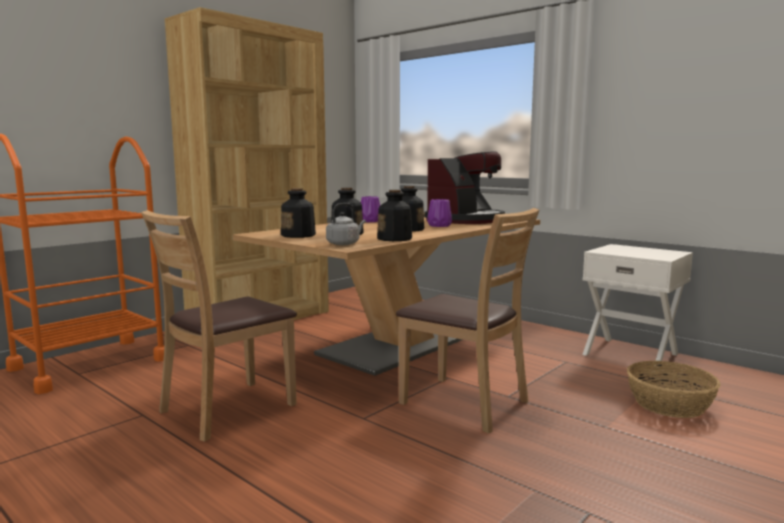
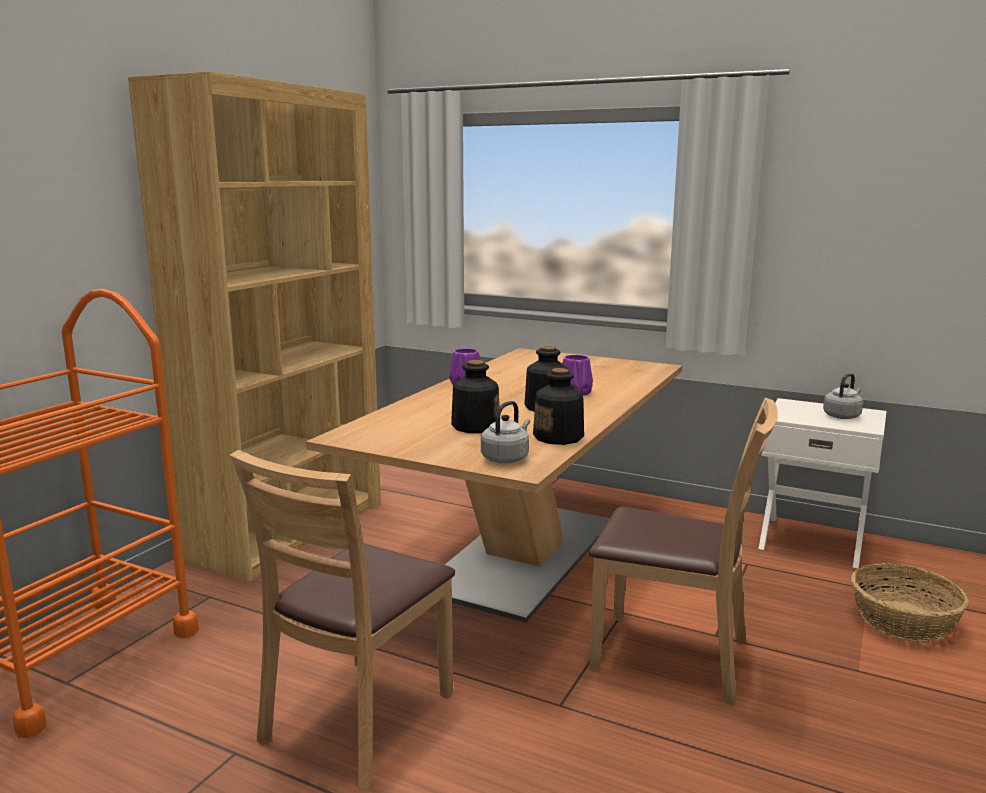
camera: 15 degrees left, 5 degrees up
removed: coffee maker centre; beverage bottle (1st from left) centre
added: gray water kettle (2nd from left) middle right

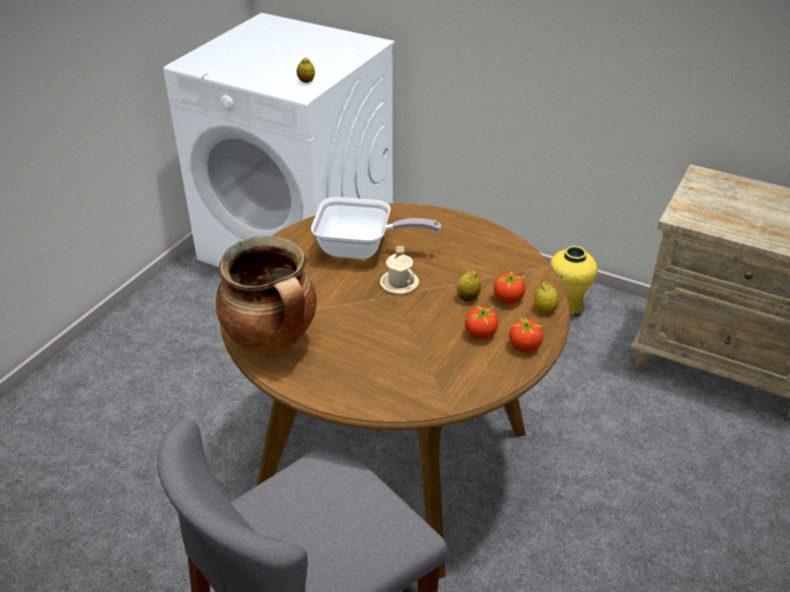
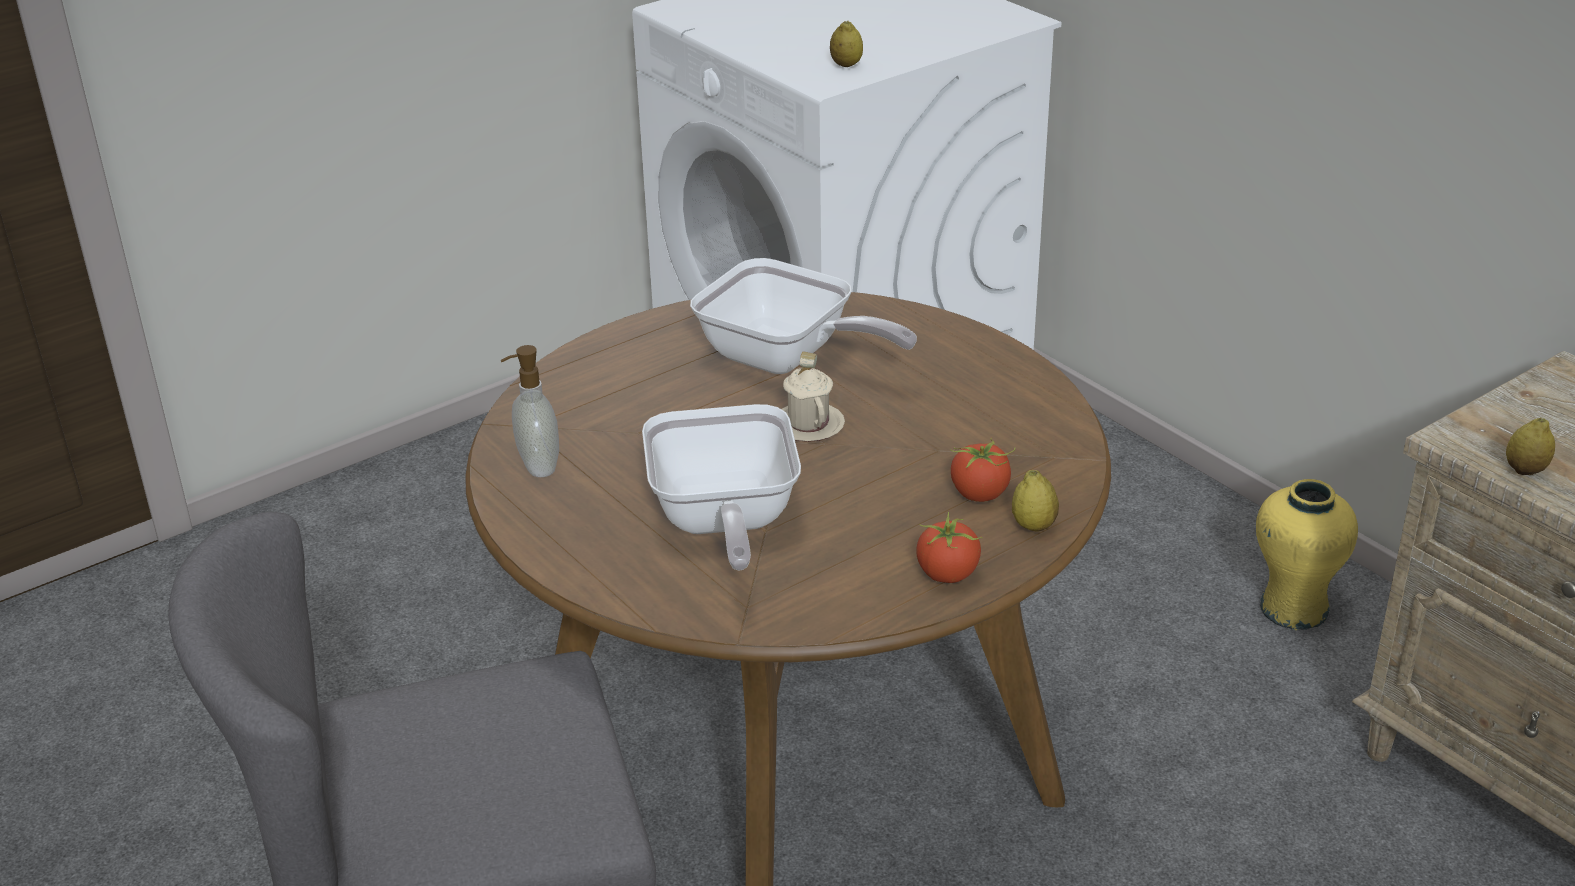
camera: 25 degrees right, 5 degrees down
removed: tomato (1st from left) centre
added: frying pan (1st from left) centre
moved: citrus fruit (2nd from left in the first image) centre to citrus fruit (3rd from left) middle right
replaced: cooking pot centre to soap bottle centre

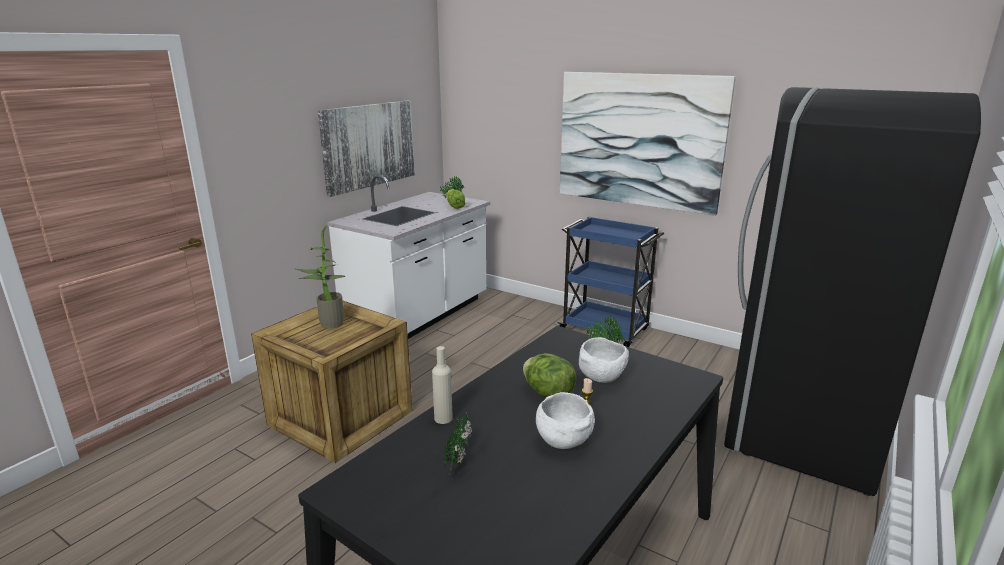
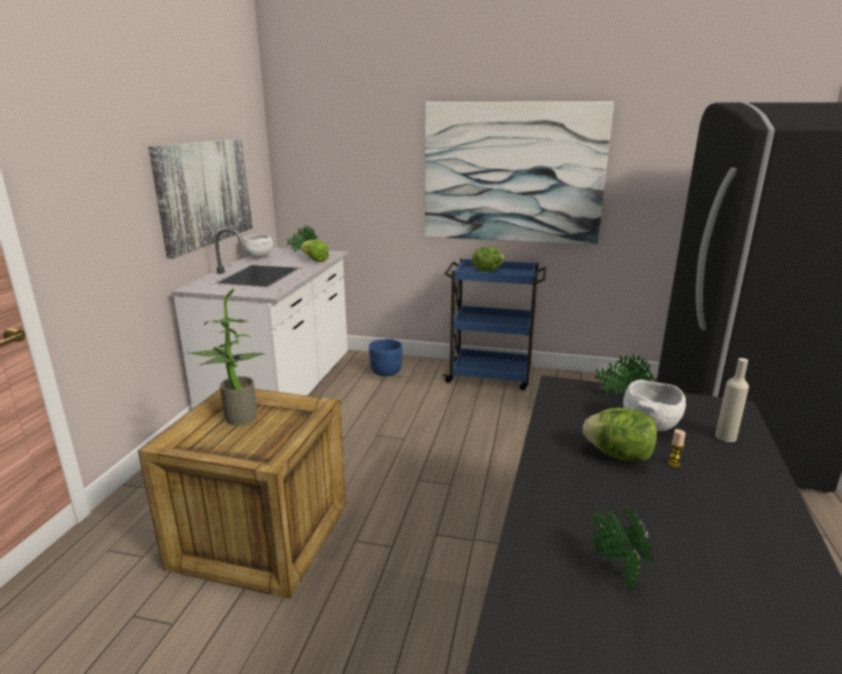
camera: 20 degrees left, 0 degrees up
added: lettuce head (2nd from left) centre; blue planter centre
moved: beige-coloured beverage bottle bottom centre to middle right; whitish deep dish (1st from left) bottom centre to middle left

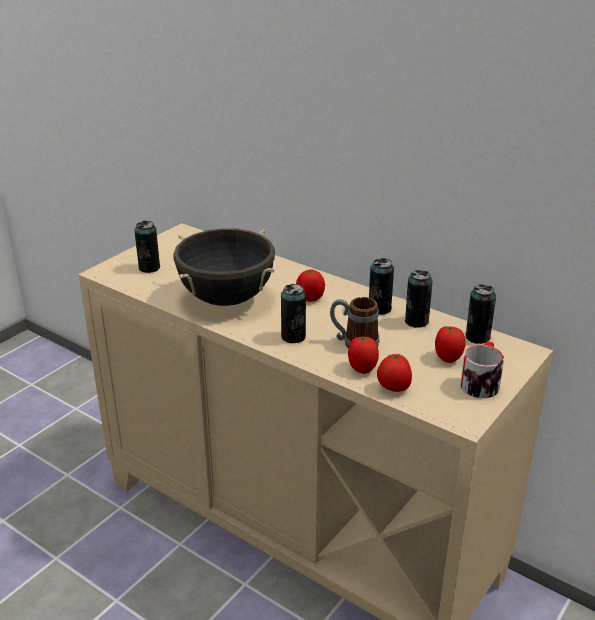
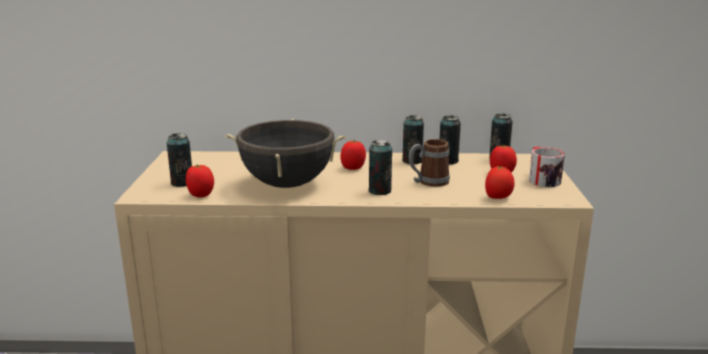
camera: 35 degrees left, 10 degrees down
moved: tomato (2nd from left in the first image) centre to tomato (1st from left) middle left

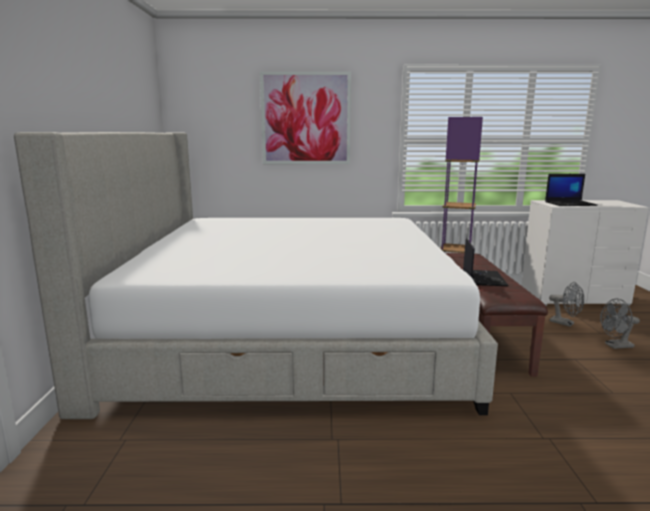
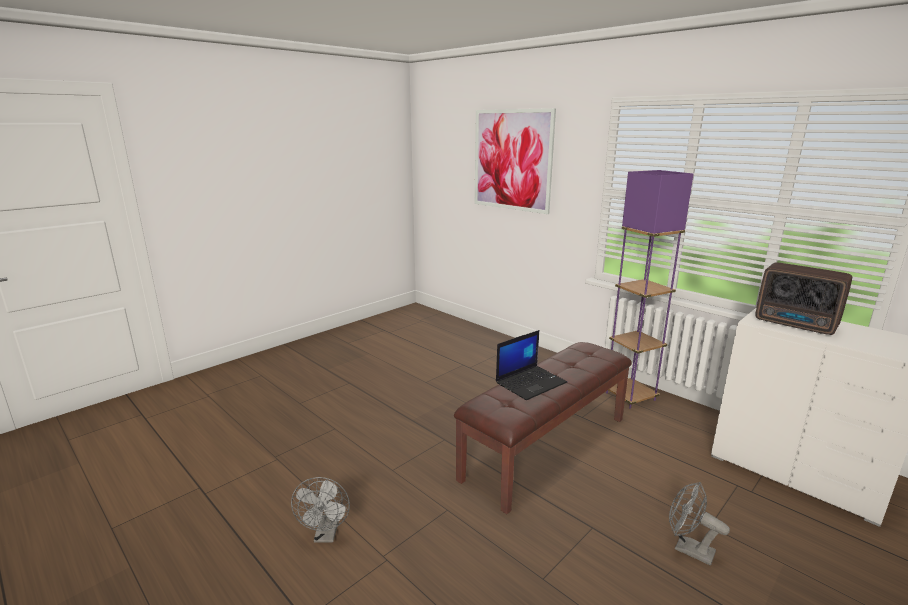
camera: 45 degrees right, 5 degrees up
removed: sleeping bed centre
moved: gray fan (1st from left) middle right to bottom centre
replaced: notebook computer (2nd from left) middle right to radio receiver middle right

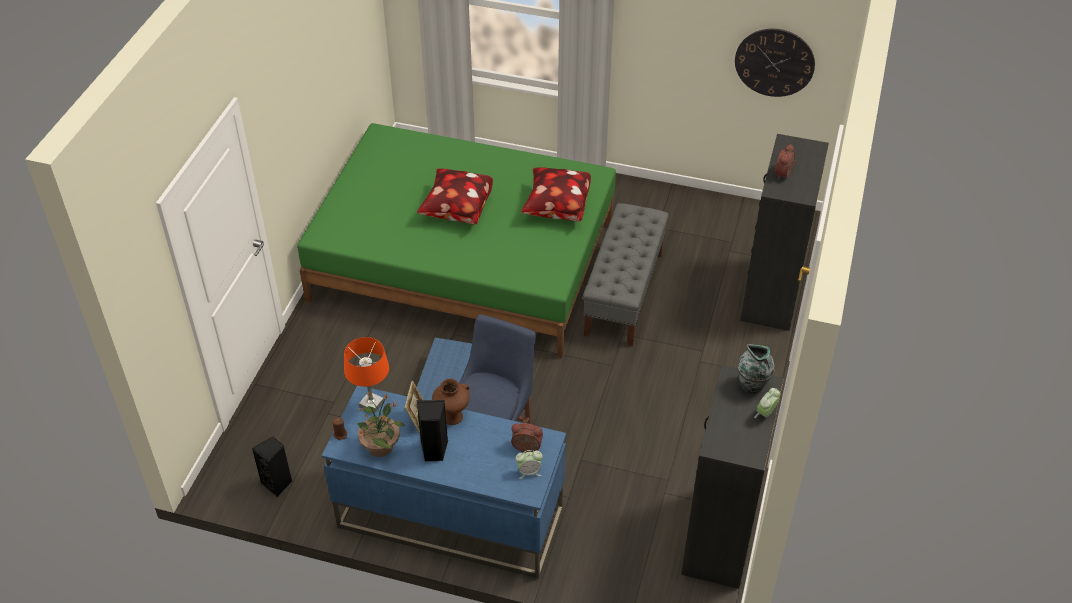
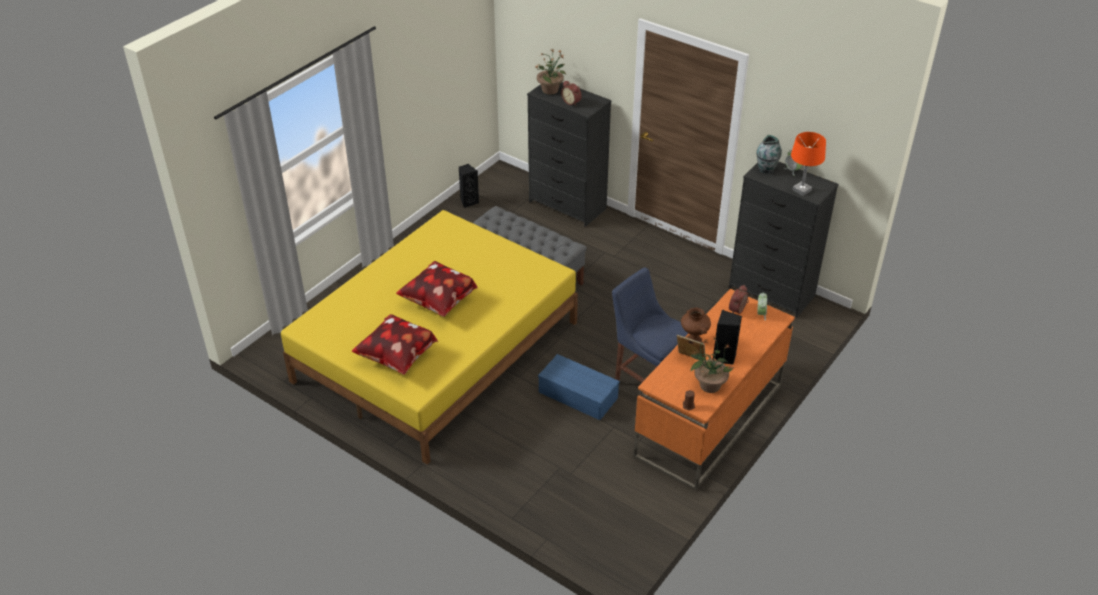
camera: 70 degrees left, 5 degrees down
removed: wall clock top right
added: potted plant (1st from left) top centre
moved: throw pillow (2nd from left in the first image) top centre to throw pillow (1st from left) centre; orangey tabletop lamp centre to top right; blackish loudspeaker (1st from left) bottom left to top centre
recoloured: green sleeping bed centre to yellowish sleeping bed centre; blue desk bottom centre to orangey desk centre

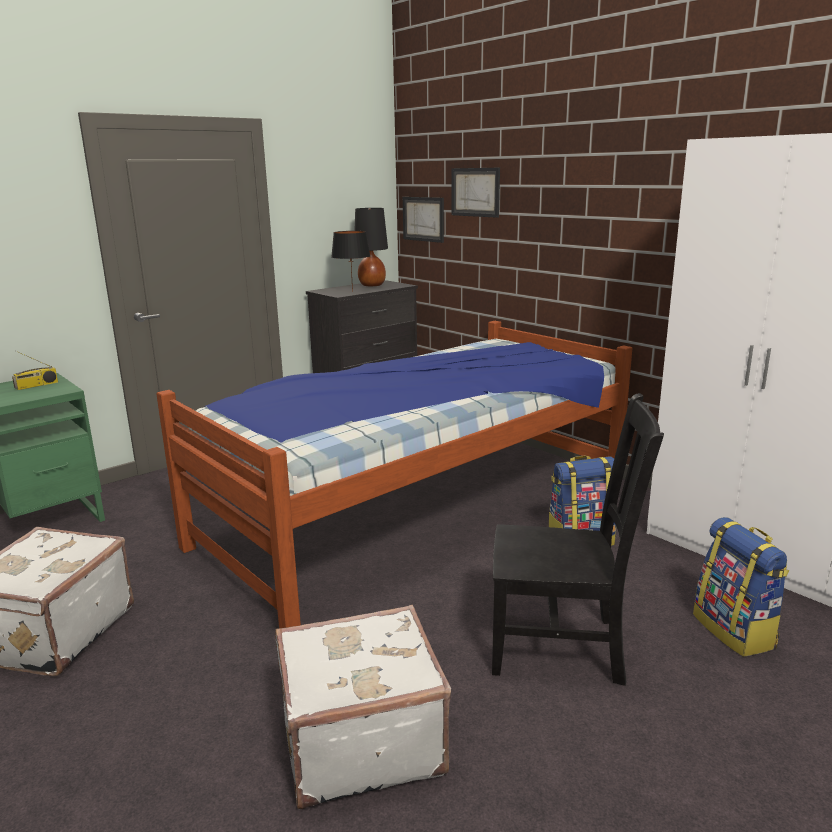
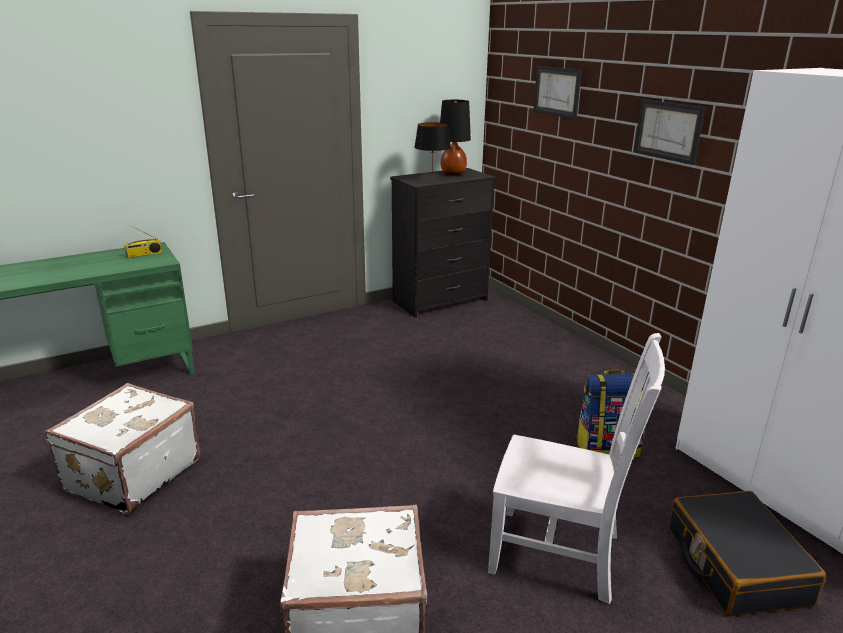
camera: 10 degrees right, 5 degrees up
removed: sleeping bed centre
moved: wall picture (1st from left in the first image) top centre to wall picture (2nd from left) top right
replaced: backpack (2nd from left) bottom right to blackish suitcase bottom right
recoloured: blackish upright chair middle right to whitish upright chair bottom right

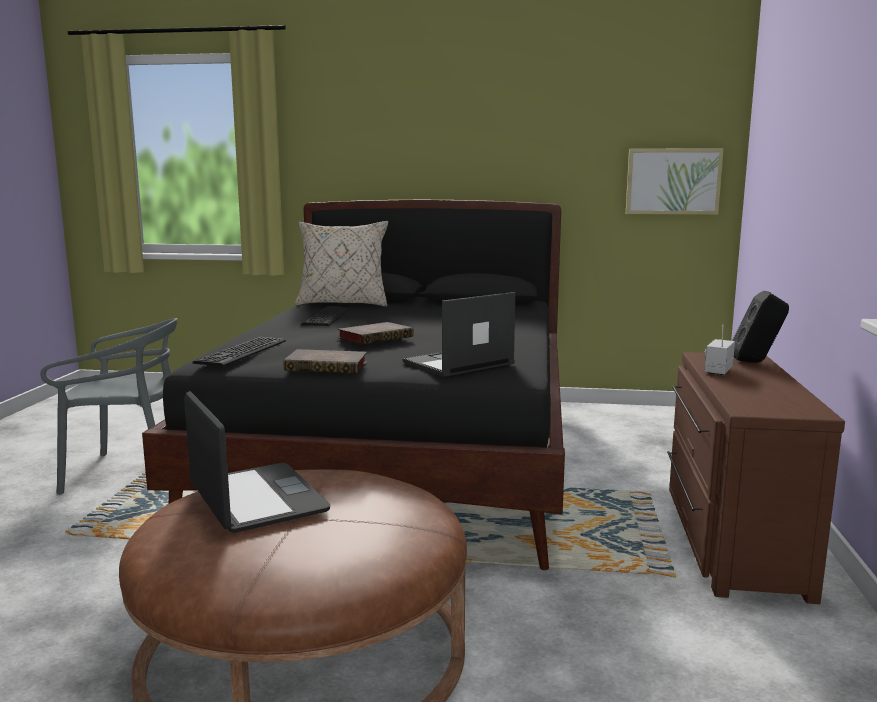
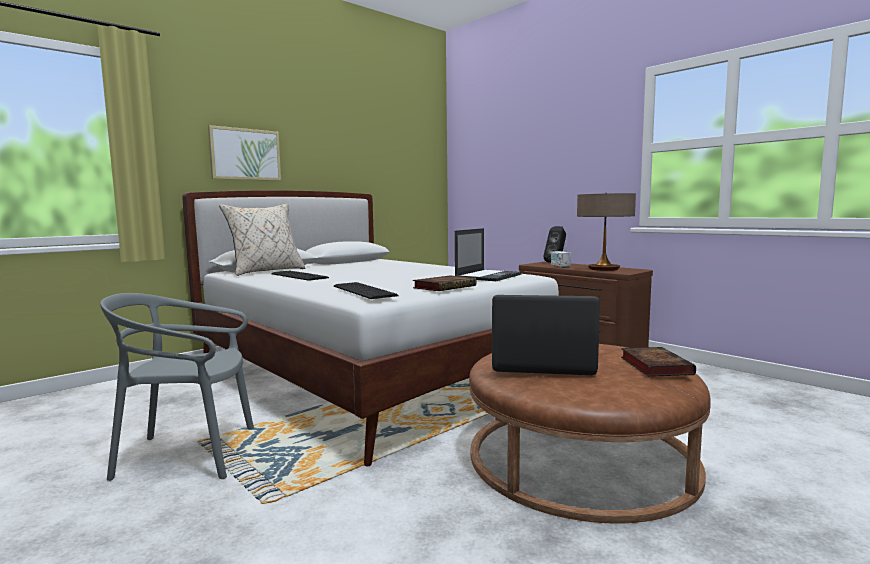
camera: 50 degrees left, 5 degrees down
added: tabletop lamp middle right
moved: wall picture top right to top left; volume (2nd from left) centre to middle right
recoloured: blackish sleeping bed centre to whitish sleeping bed centre
turned: notebook computer (2nd from left in the first image) centre = centre 150 degrees counterclockwise; gray upright chair middle left = bottom left 135 degrees counterclockwise

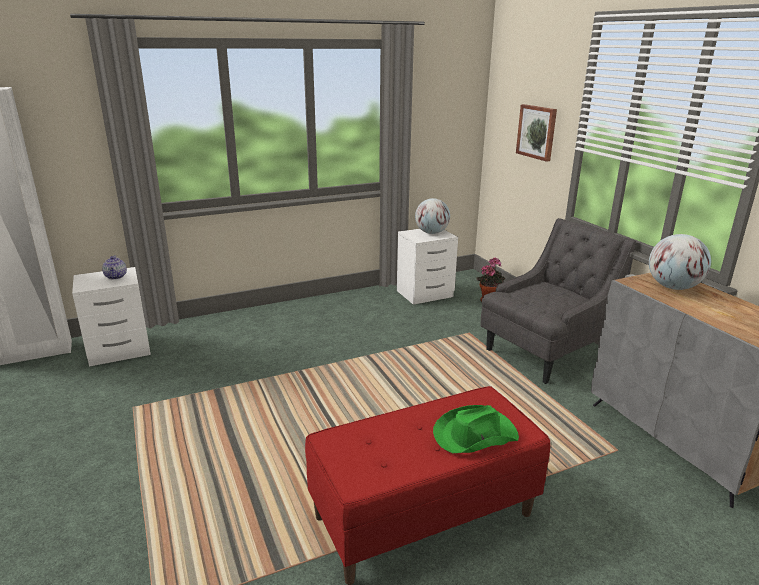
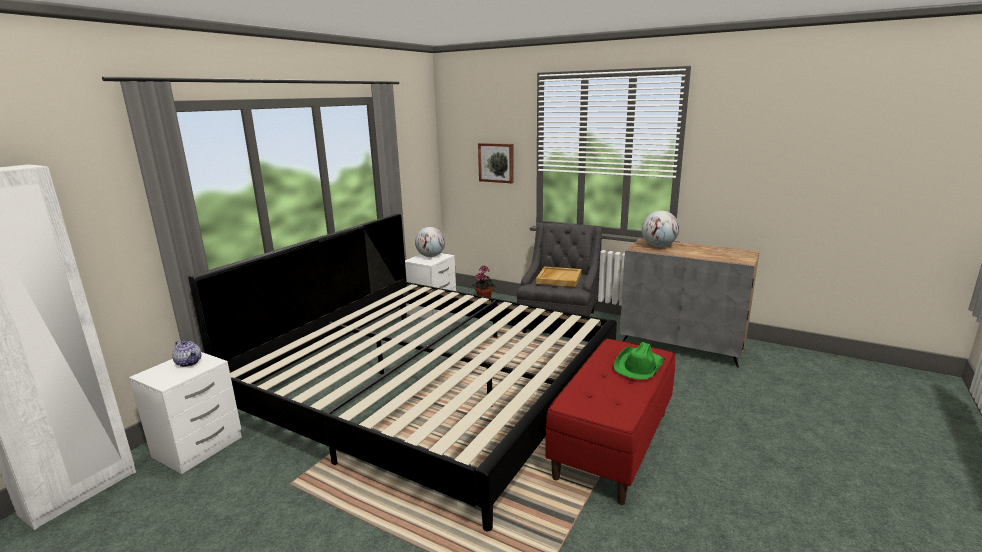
camera: 35 degrees left, 5 degrees down
added: sleeping bed bottom centre; beige-coloured serving tray centre

